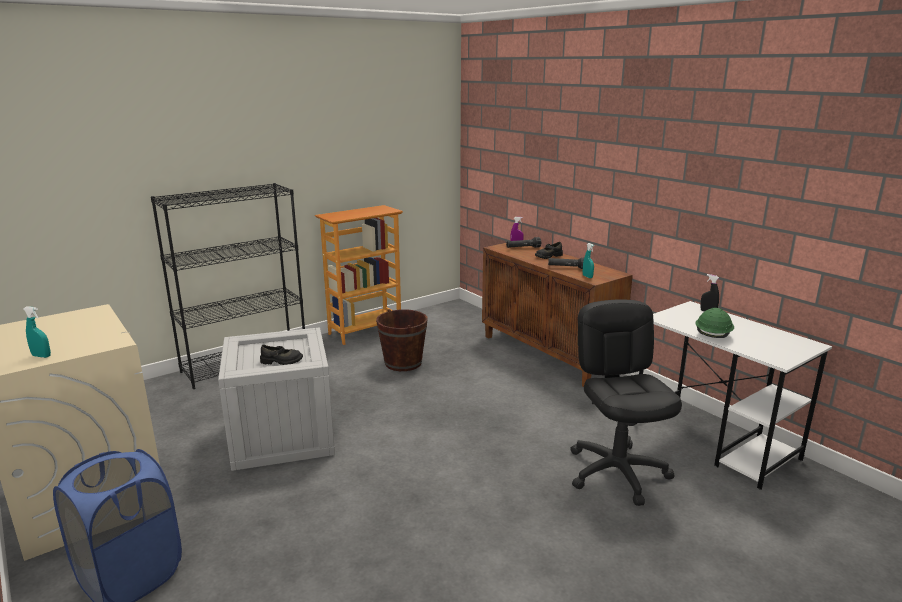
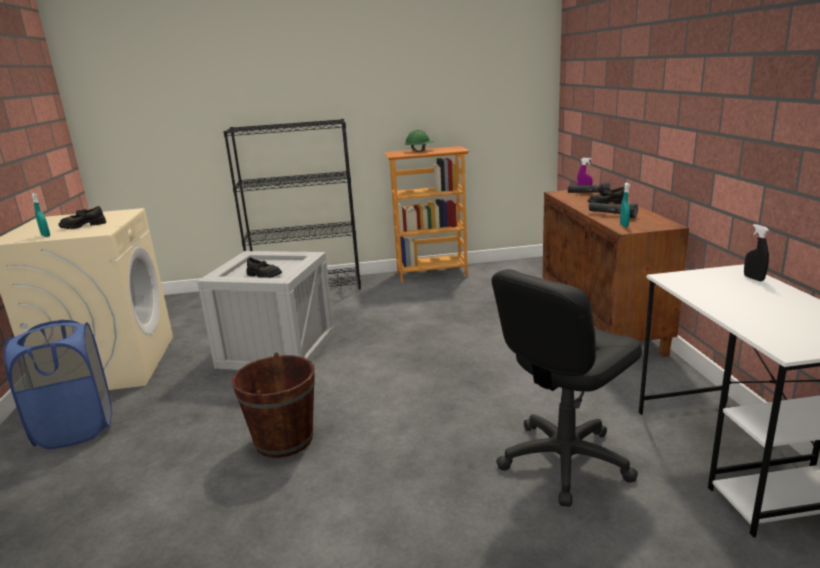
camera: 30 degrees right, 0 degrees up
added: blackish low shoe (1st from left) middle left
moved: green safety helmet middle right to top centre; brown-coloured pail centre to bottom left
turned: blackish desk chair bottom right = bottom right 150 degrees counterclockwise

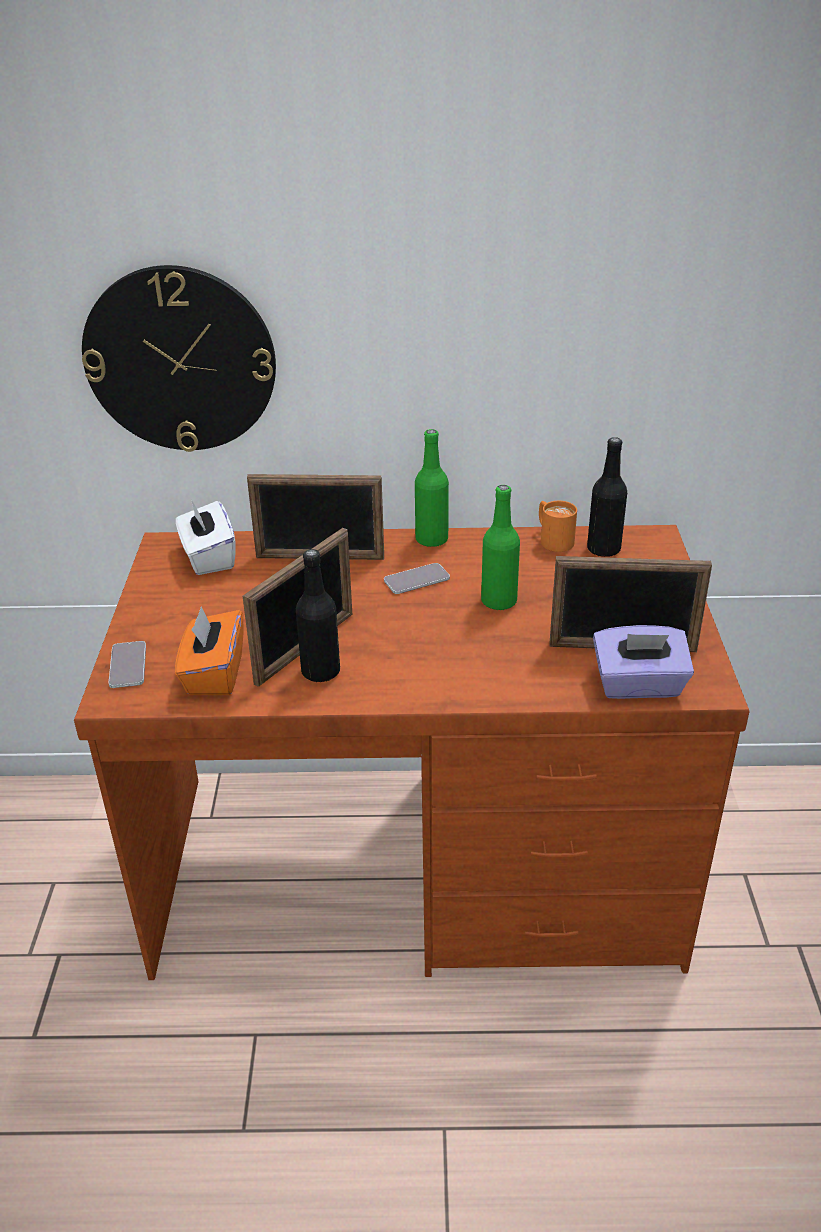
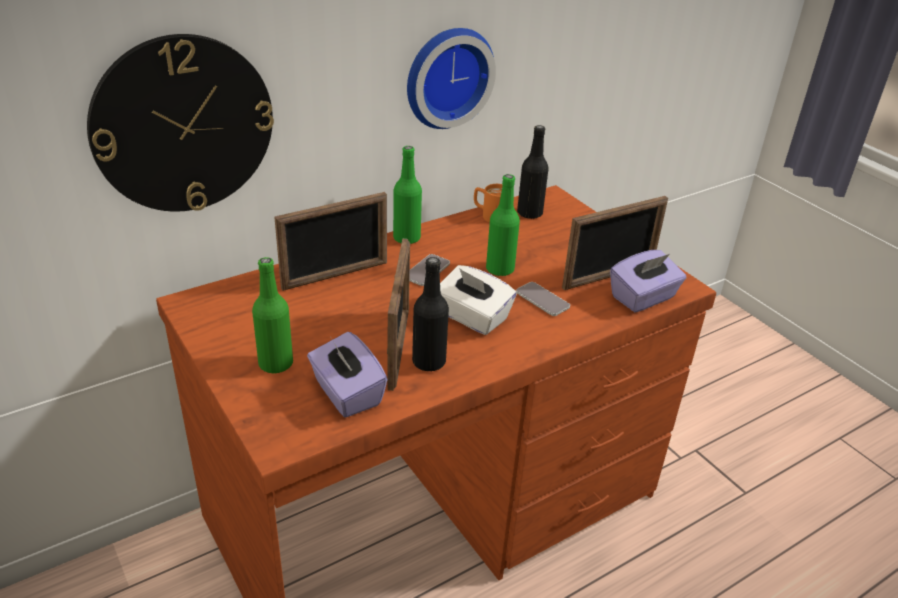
camera: 35 degrees left, 0 degrees up
added: wall clock (2nd from left) top centre; green beverage bottle (1st from left) middle left
moved: whitish tissue box middle left to centre; telephone (1st from left in the first image) middle left to telephone (2nd from left) centre
recoloured: orangey tissue box middle left to purple-coloured tissue box (1st from left) centre

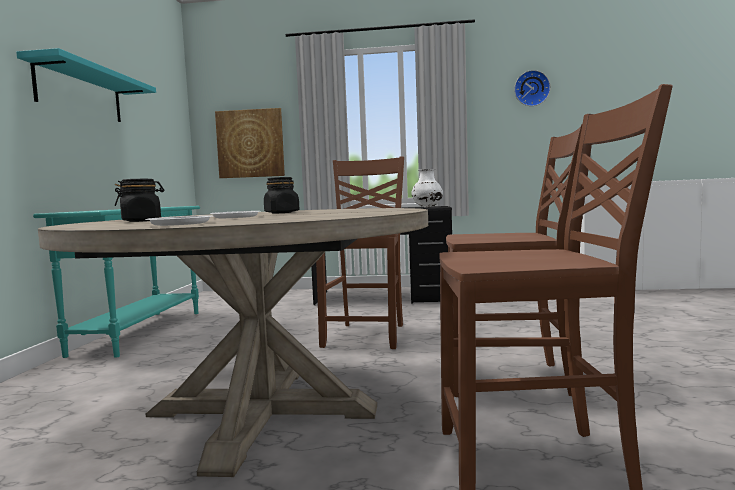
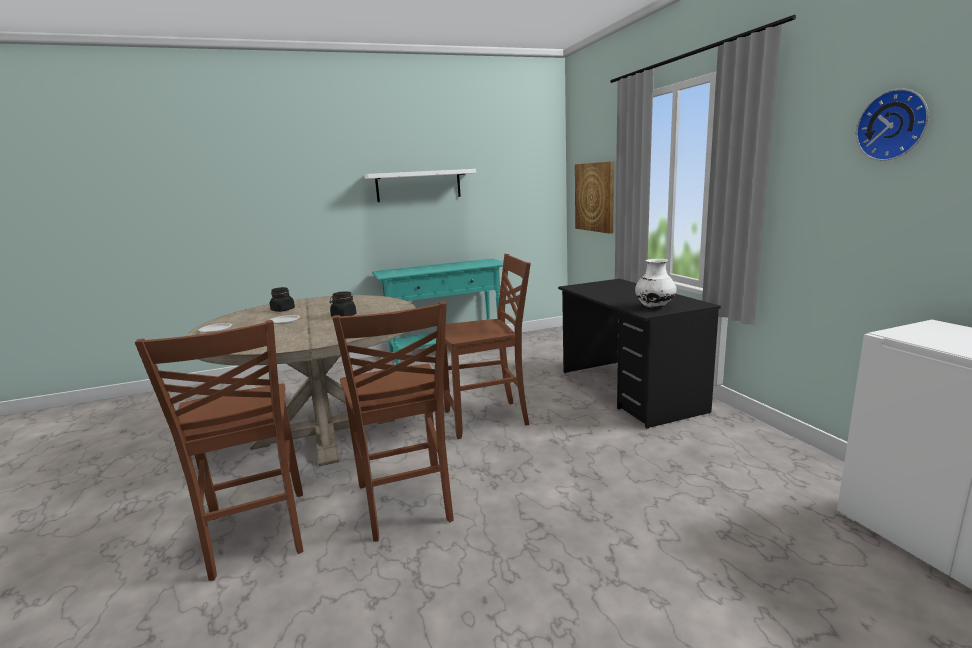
camera: 65 degrees right, 10 degrees up
recoloured: turquoise-coloured shelf top left to whitish shelf top centre

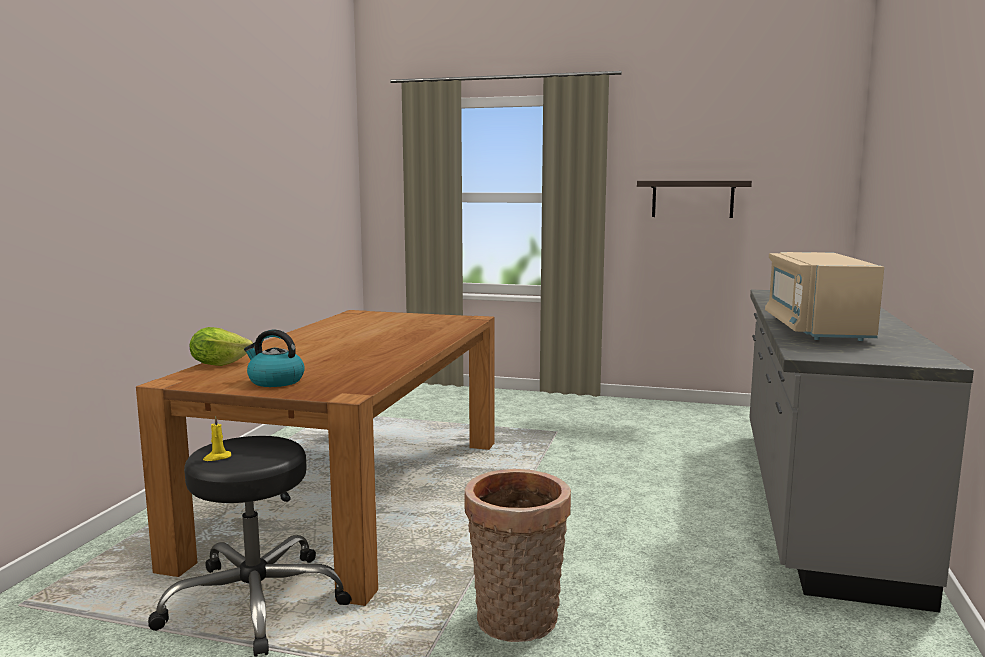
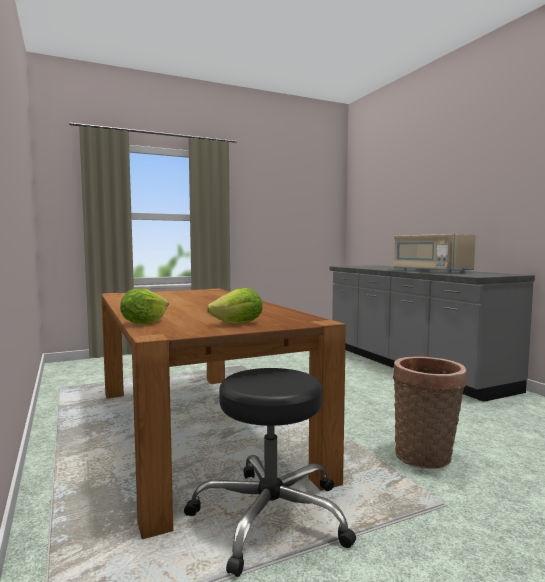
camera: 40 degrees left, 5 degrees down
removed: shelf top right; yellowish wax candle bottom left
replaced: water kettle middle left to lettuce head (2nd from left) centre

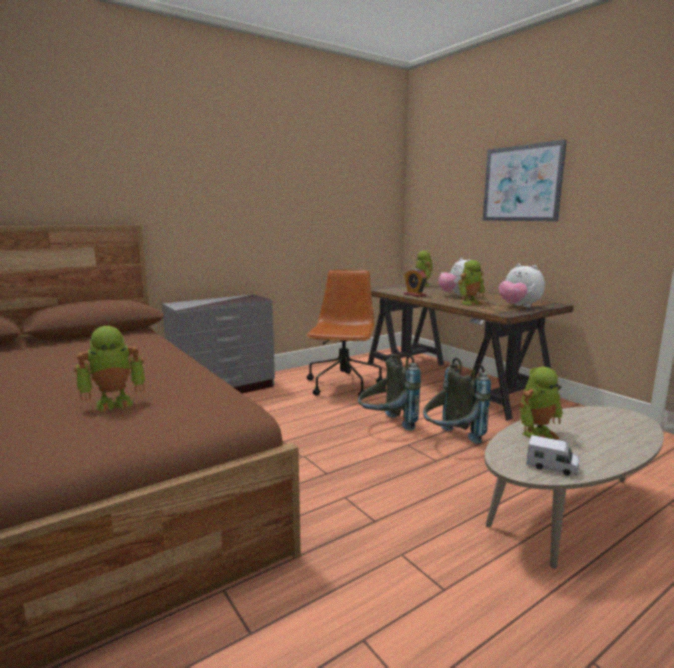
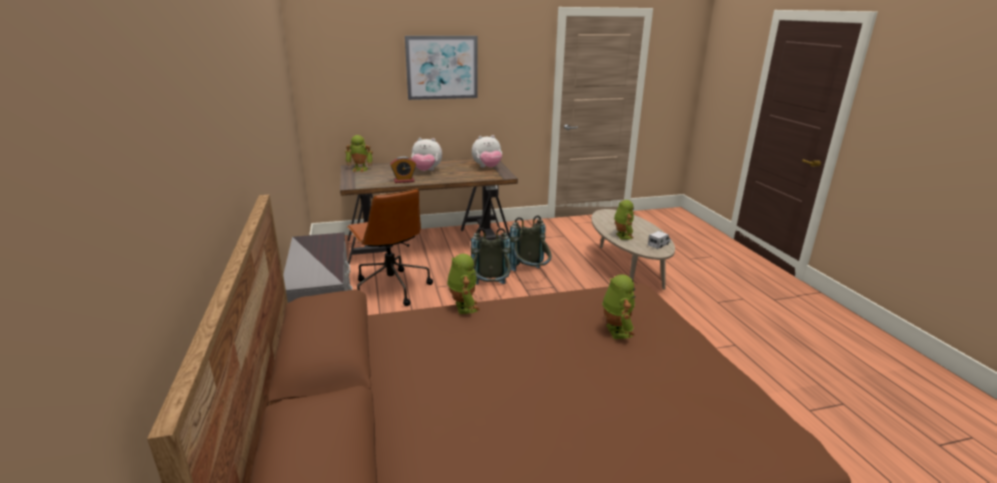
camera: 70 degrees left, 10 degrees up
moved: model robot (3rd from left in the first image) middle right to model robot (2nd from left) centre
turned: brown-coloured desk chair centre = centre 150 degrees counterclockwise

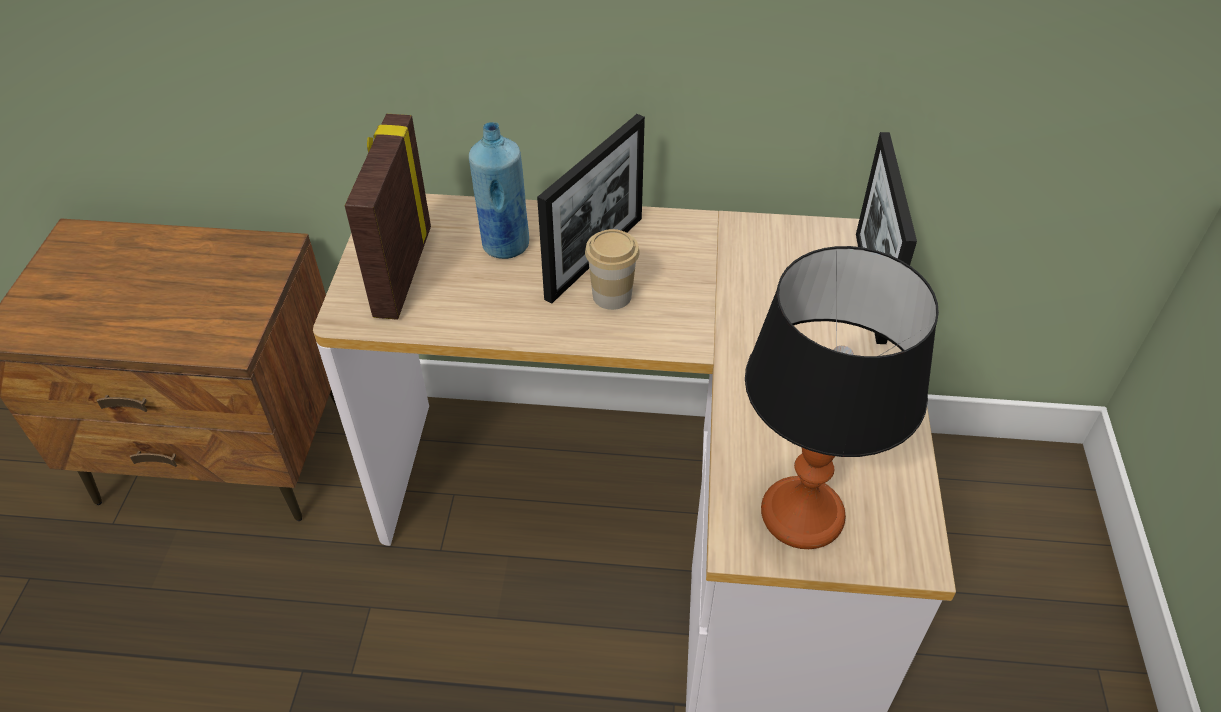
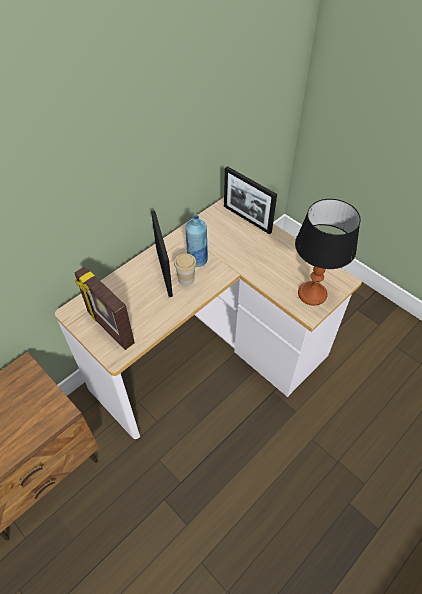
camera: 50 degrees left, 5 degrees up
moved: blue beverage bottle top centre to centre

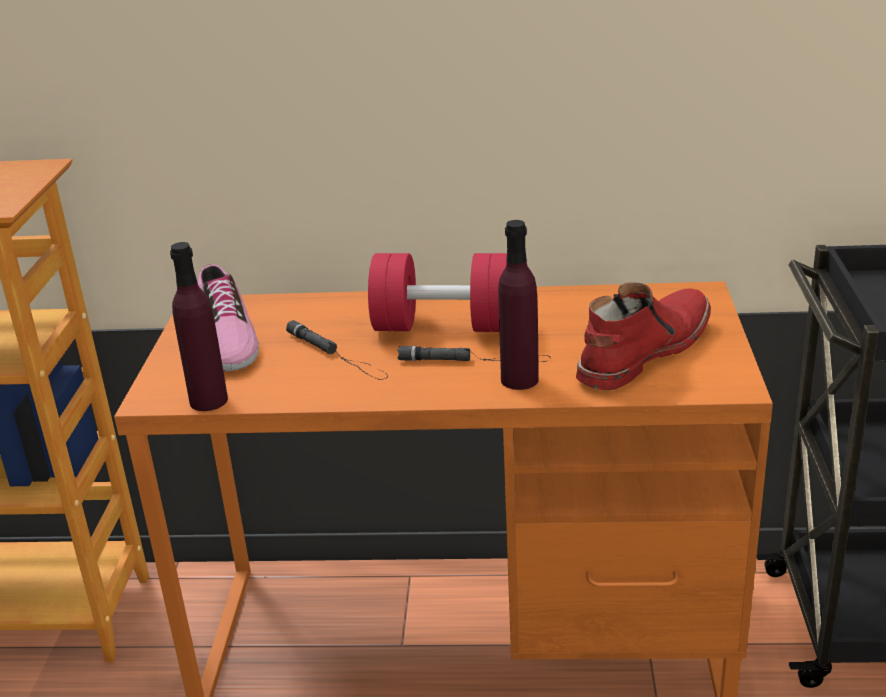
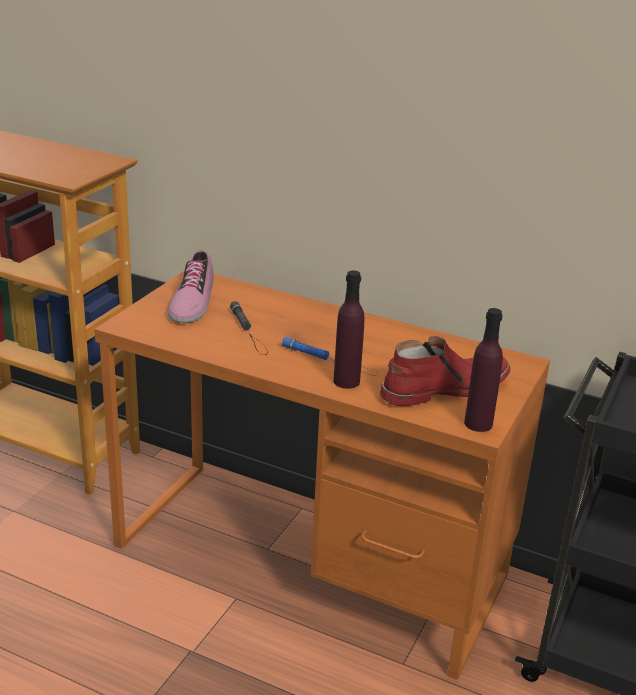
camera: 20 degrees right, 0 degrees up
removed: red-coloured free weight centre
moved: purple-coloured beverage bottle (1st from left in the first image) middle left to purple-coloured beverage bottle (2nd from left) middle right
recoloured: blackish flashlight (2nd from left) centre to blue flashlight centre

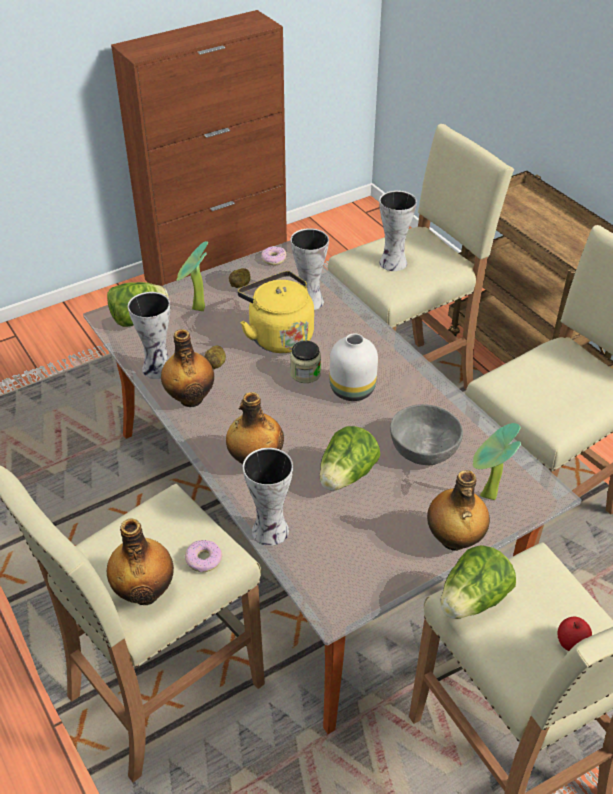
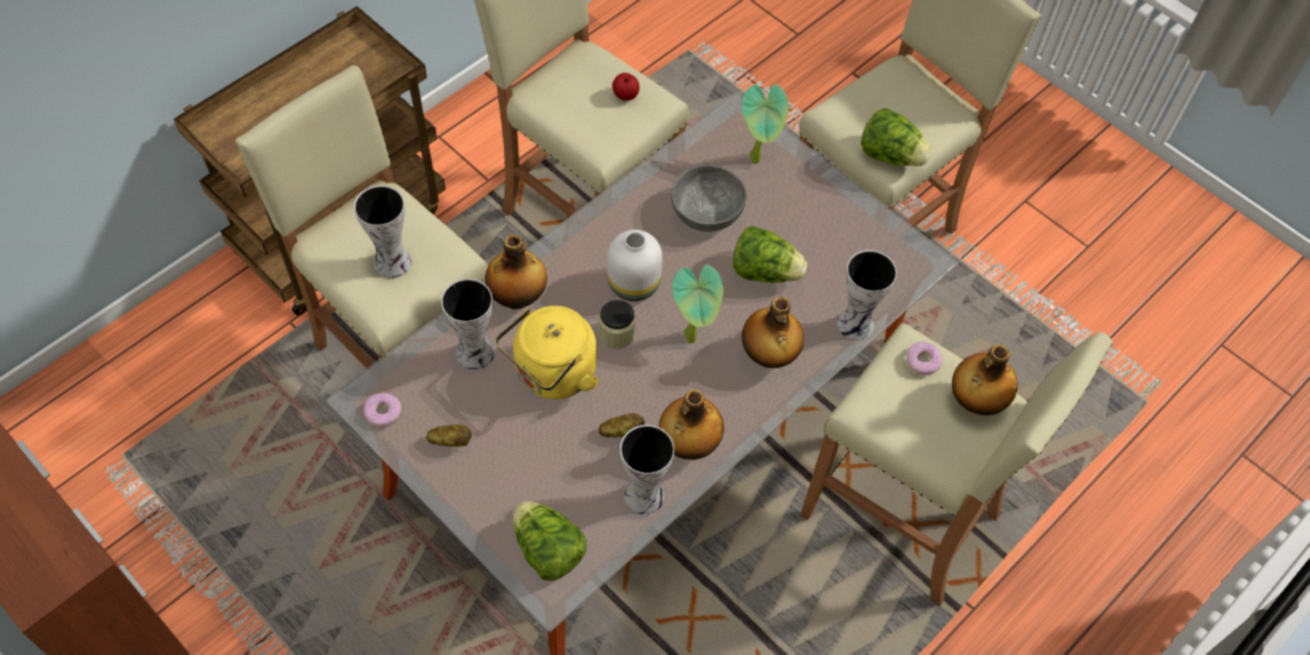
camera: 105 degrees left, 15 degrees up
moved: potted plant (1st from left) middle left to centre; beverage bottle (4th from left in the first image) middle right to beverage bottle (1st from left) centre; apple bottom right to top centre

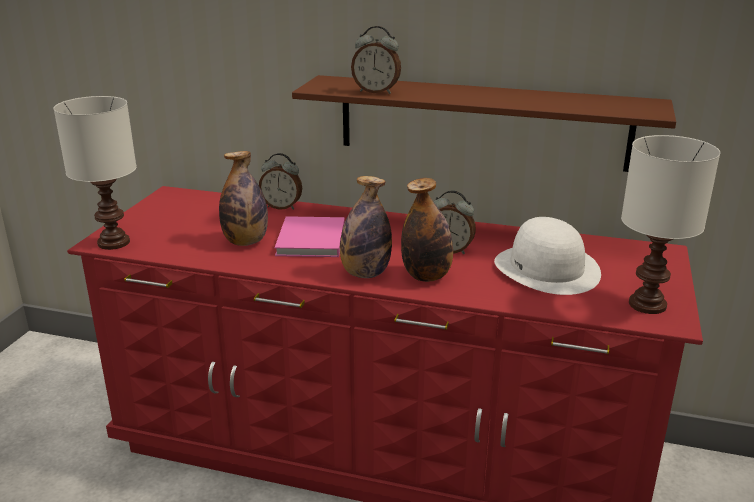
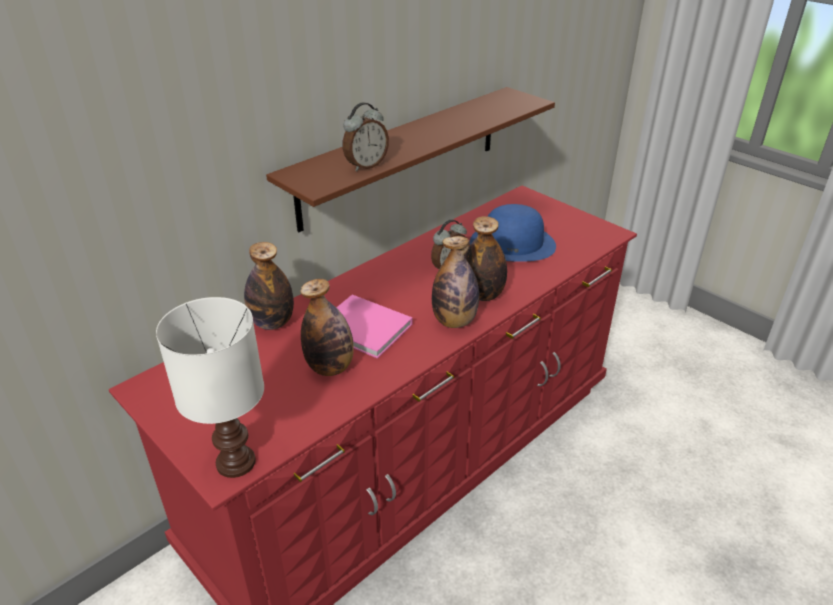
camera: 60 degrees left, 10 degrees up
removed: whitish tabletop lamp (2nd from left) middle right
replaced: alarm clock (1st from left) centre to beverage bottle (1st from left) middle left
recoloured: whitish hat middle right to blue hat centre

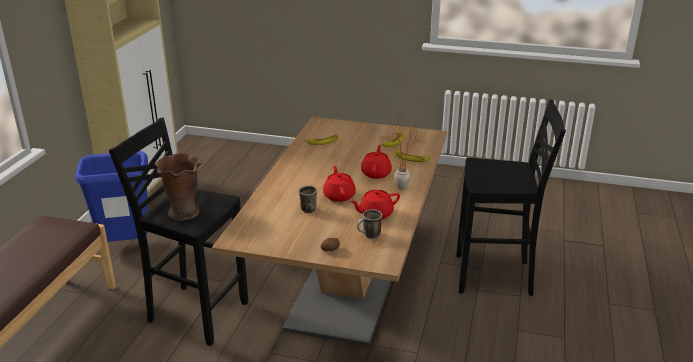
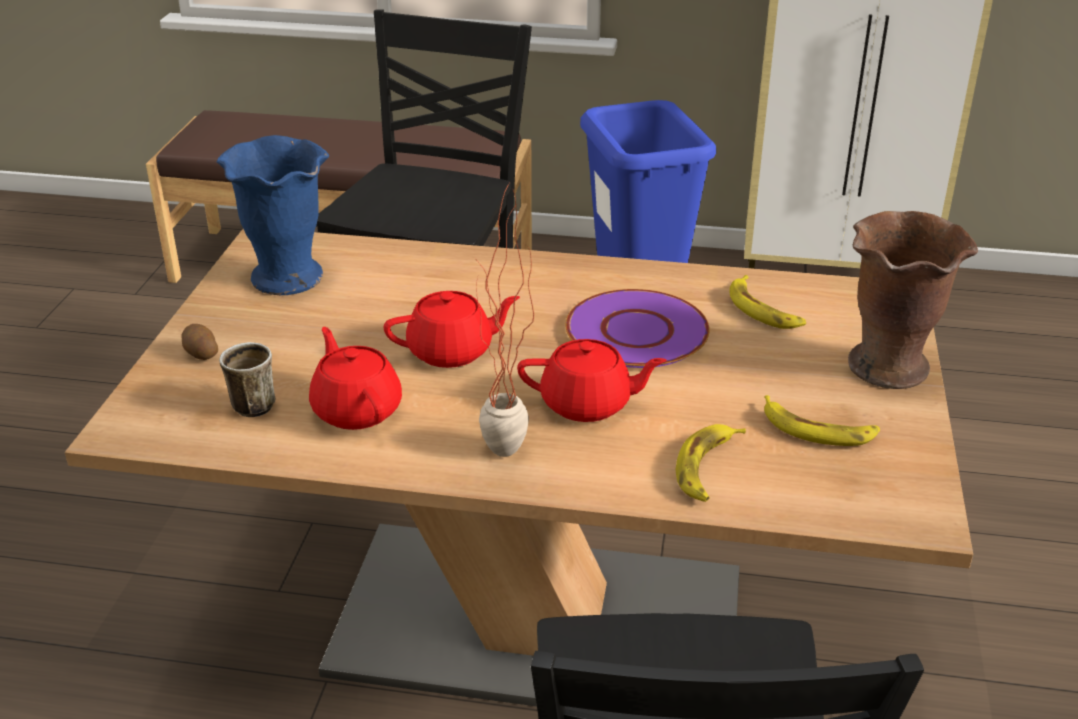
camera: 85 degrees right, 5 degrees up
removed: tea mug (1st from left) centre
added: blue decorative vase top left; purple-coloured flat dish centre
moved: brown-coloured decorative vase middle left to middle right

